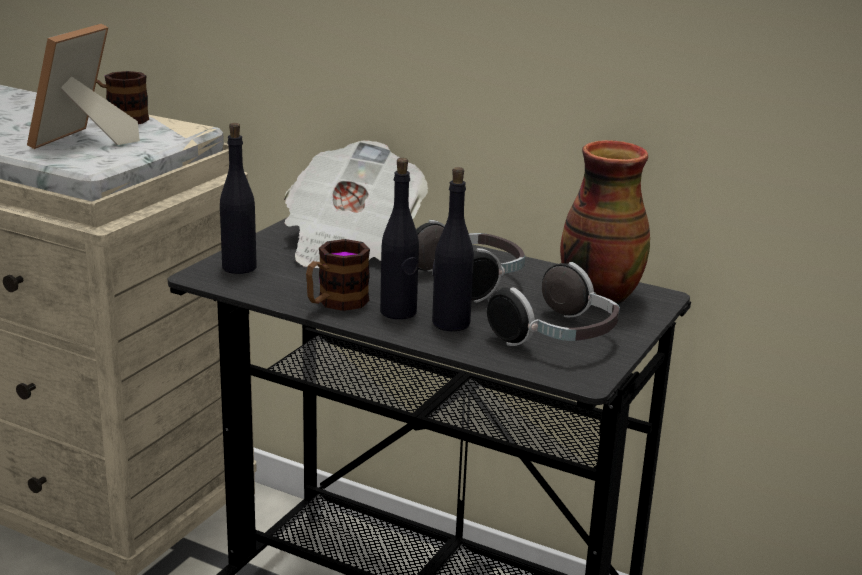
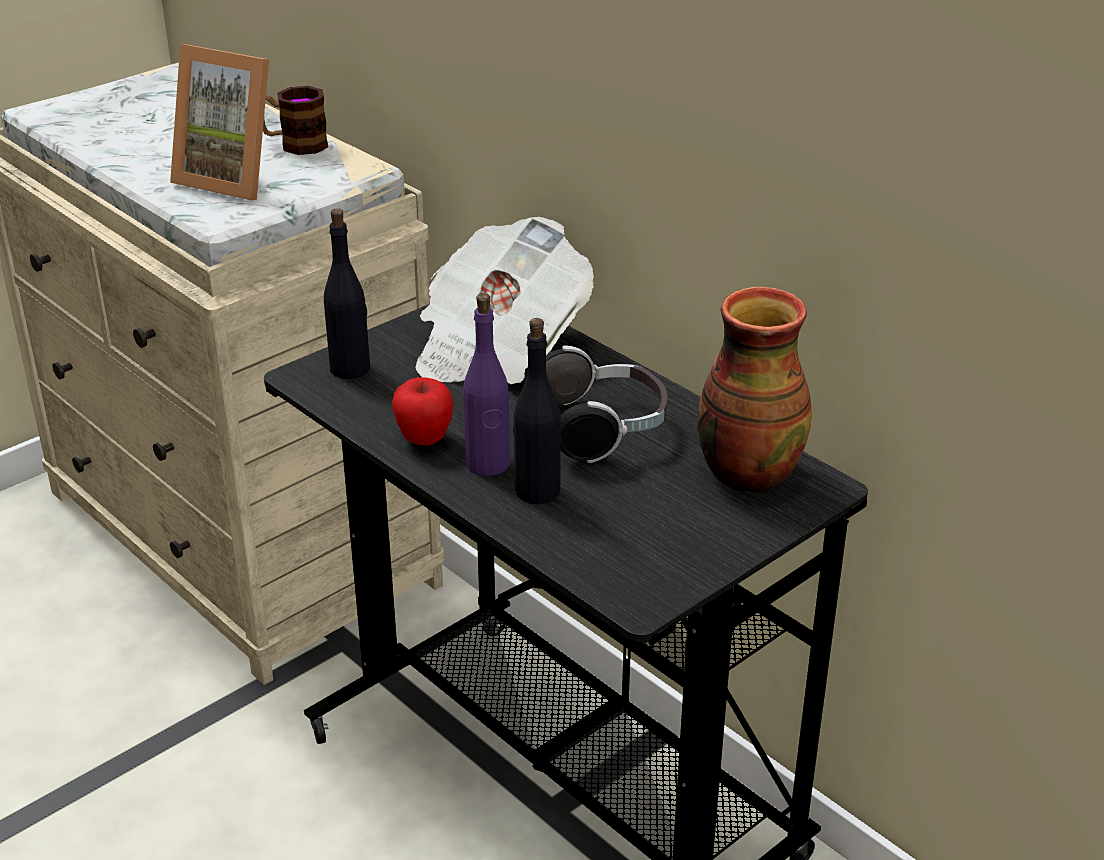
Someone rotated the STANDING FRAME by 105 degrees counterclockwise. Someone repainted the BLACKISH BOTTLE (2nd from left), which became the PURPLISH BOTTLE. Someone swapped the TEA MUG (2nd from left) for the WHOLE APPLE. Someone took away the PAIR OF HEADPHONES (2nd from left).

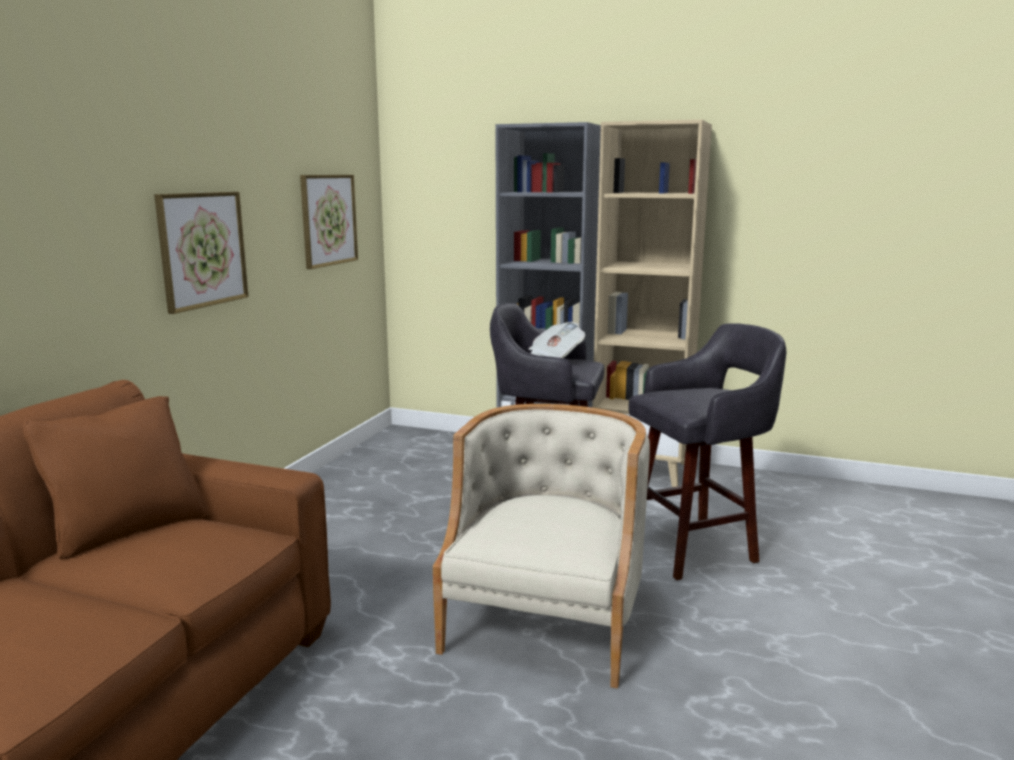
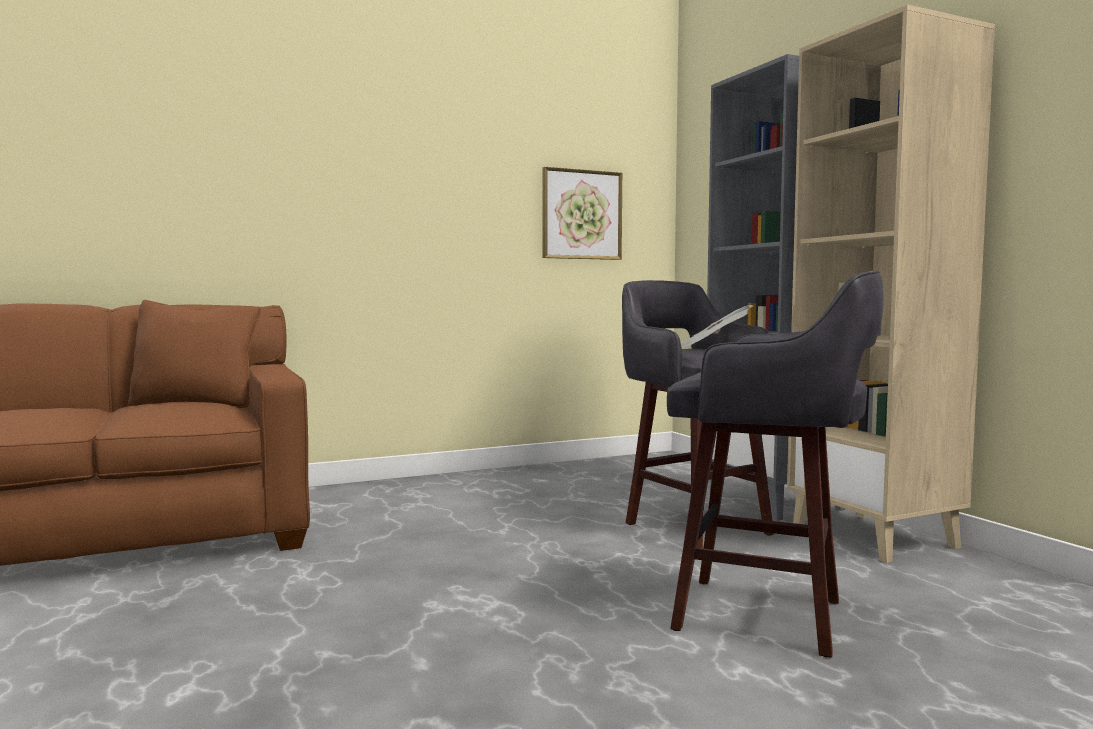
Someone took away the PICTURE (1st from left). Someone took away the SAND-COLOURED EASY CHAIR.

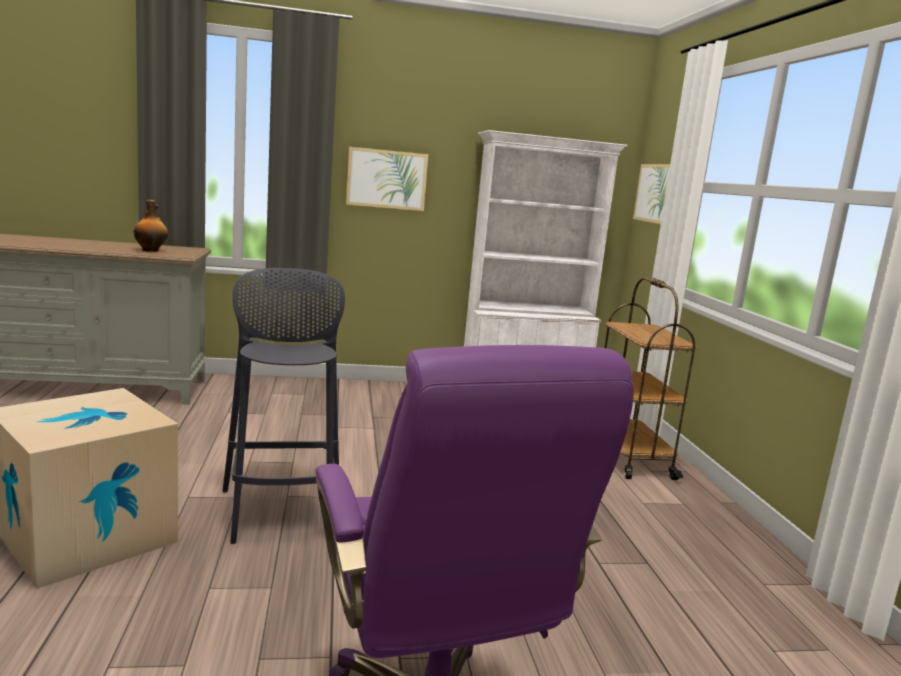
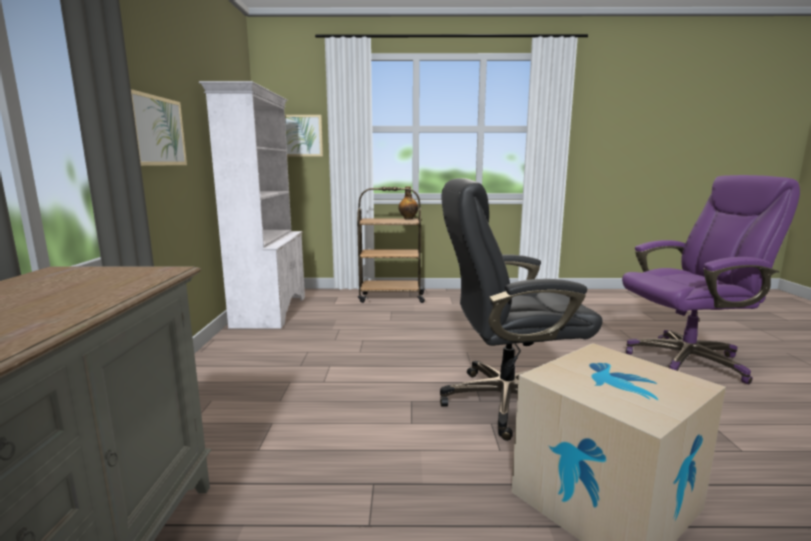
Someone carried the BOTTLE. Someone swapped the GREYISH STOOL for the BLACKISH DESK CHAIR.

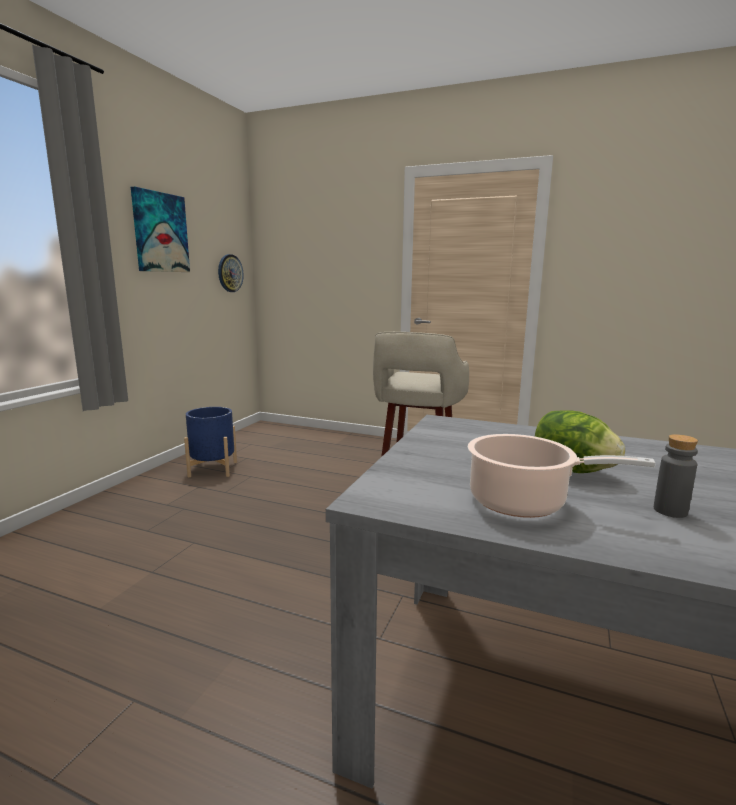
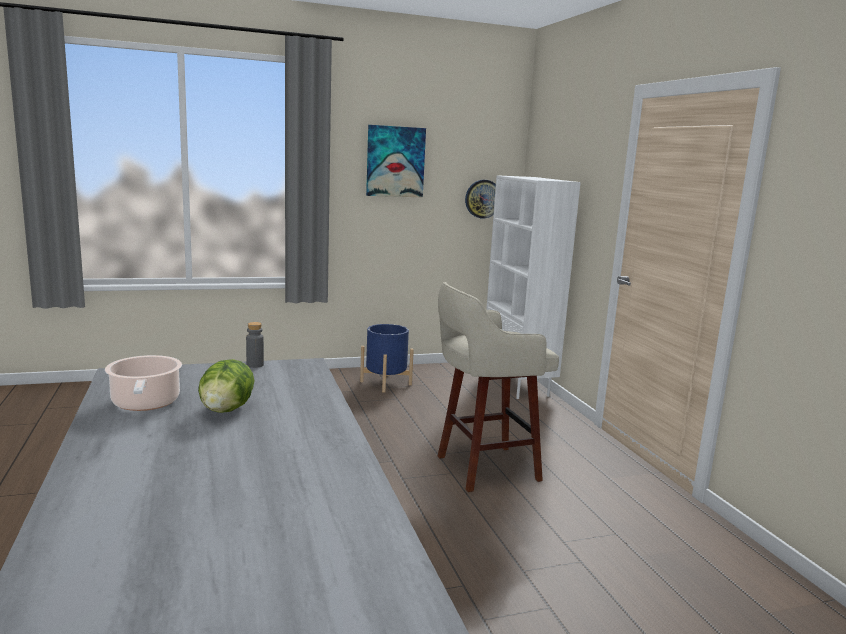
Someone carried the GREYISH BOTTLE. Someone put down the WHITE BOOKCASE.

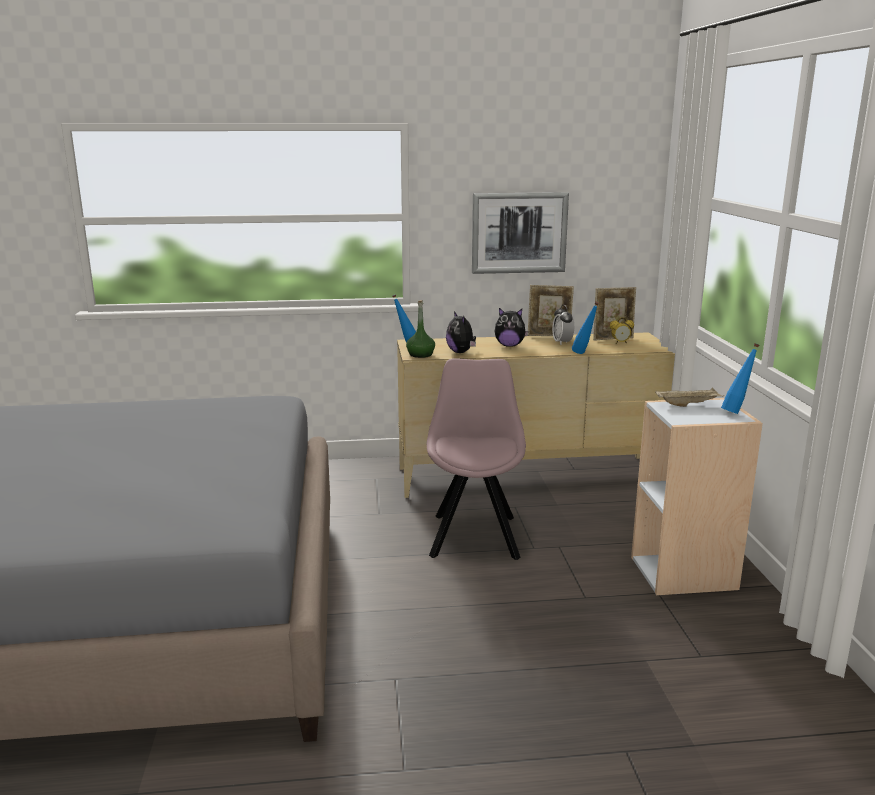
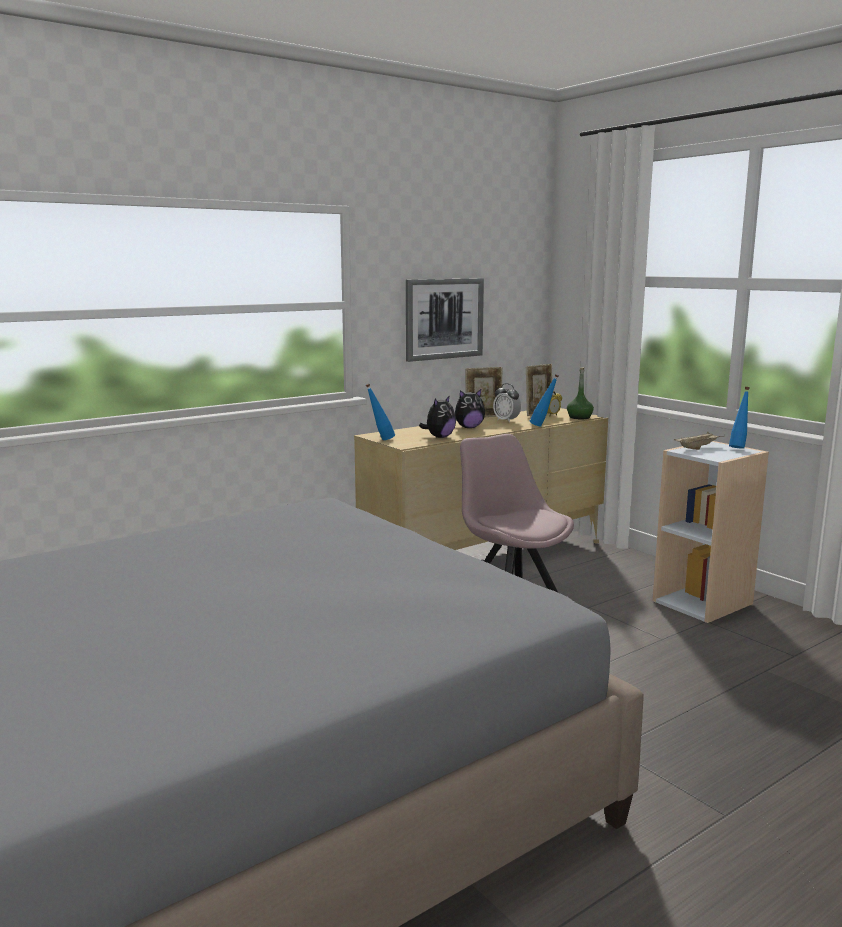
Someone carried the GREENISH BOTTLE. Someone rotated the SOFT TOY (1st from left) by 90 degrees counterclockwise.

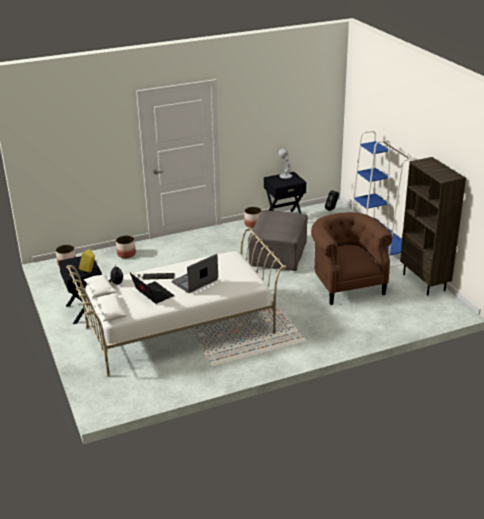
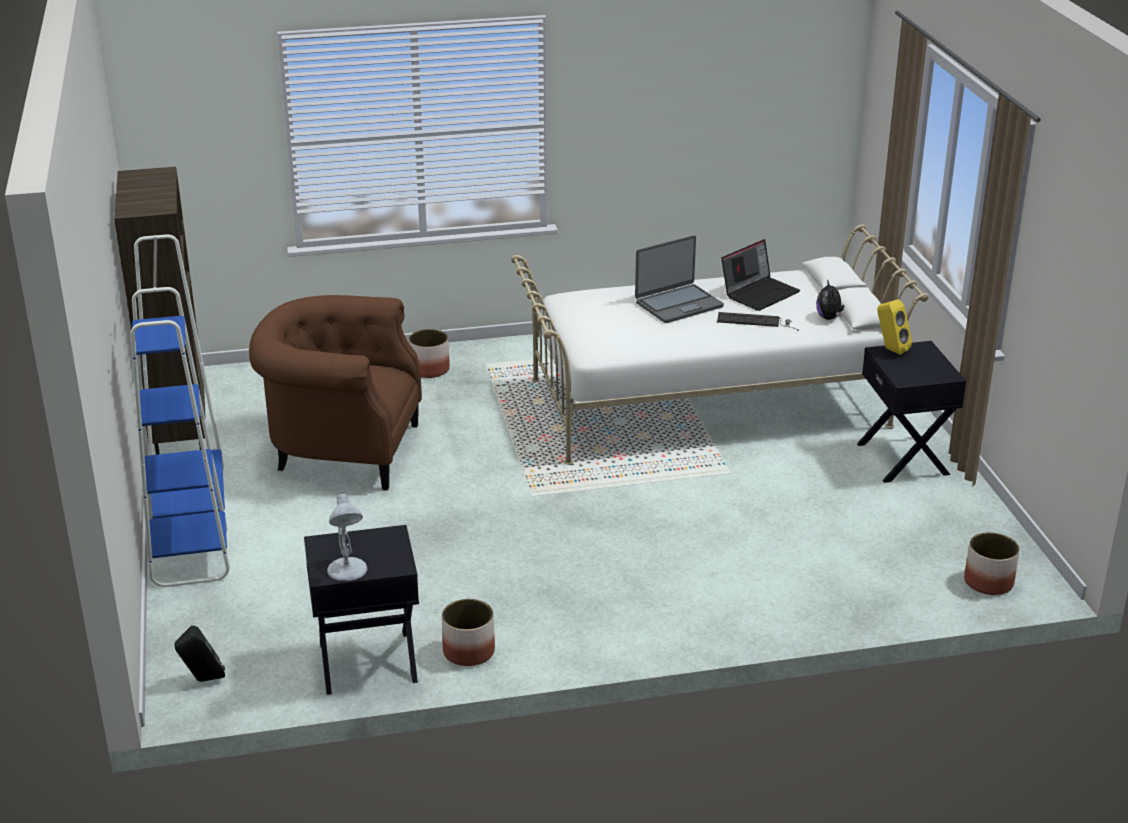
Someone took away the GREYISH FOOTREST. Someone rotated the BROWN EASY CHAIR by 105 degrees clockwise. Someone carried the PLANT POT (2nd from left in the first image). Someone rotated the LAPTOP (1st from left in the first image) by 105 degrees counterclockwise.

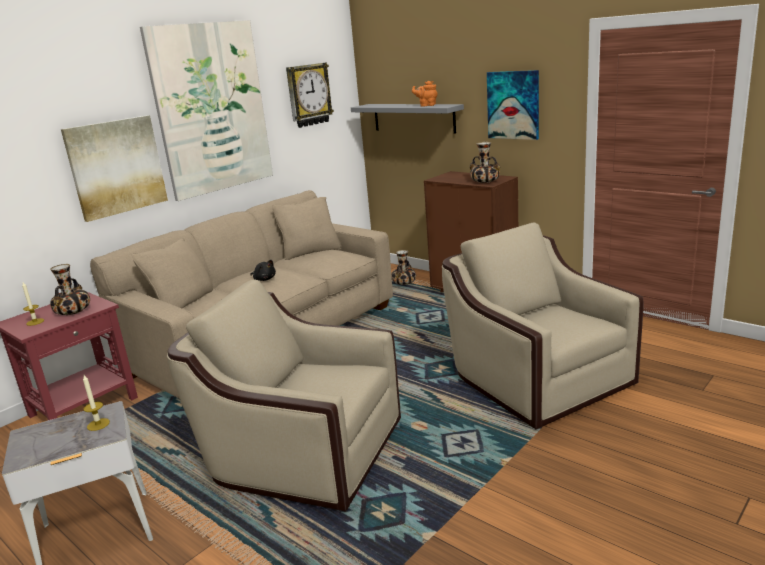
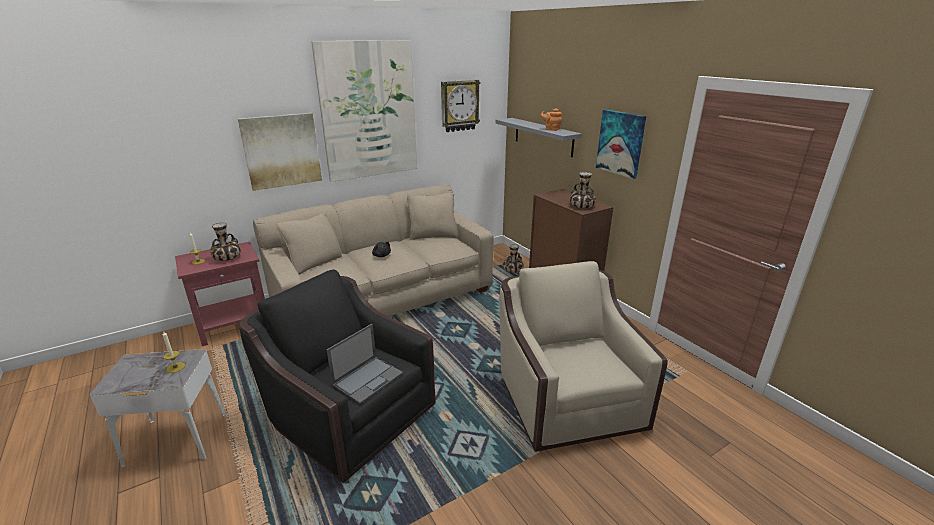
Someone repainted the SAND-COLOURED EASY CHAIR (1st from left), which became the BLACKISH EASY CHAIR. Someone put down the LAPTOP.

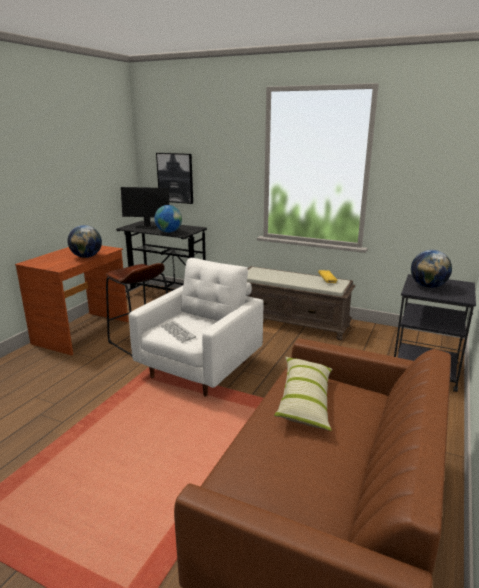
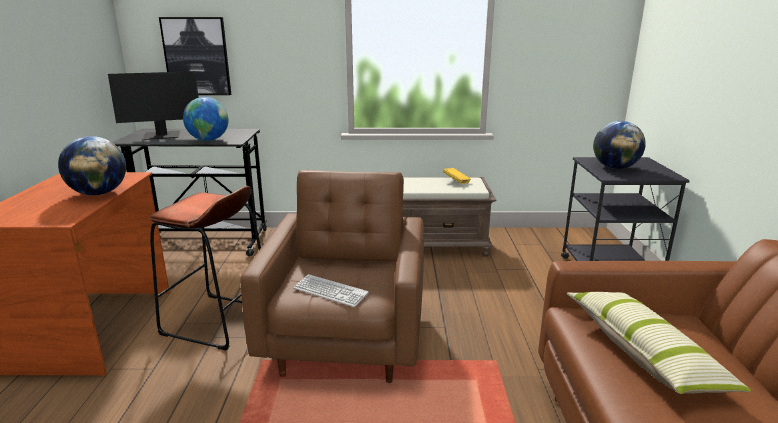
Someone repainted the WHITE EASY CHAIR, which became the BROWN EASY CHAIR.

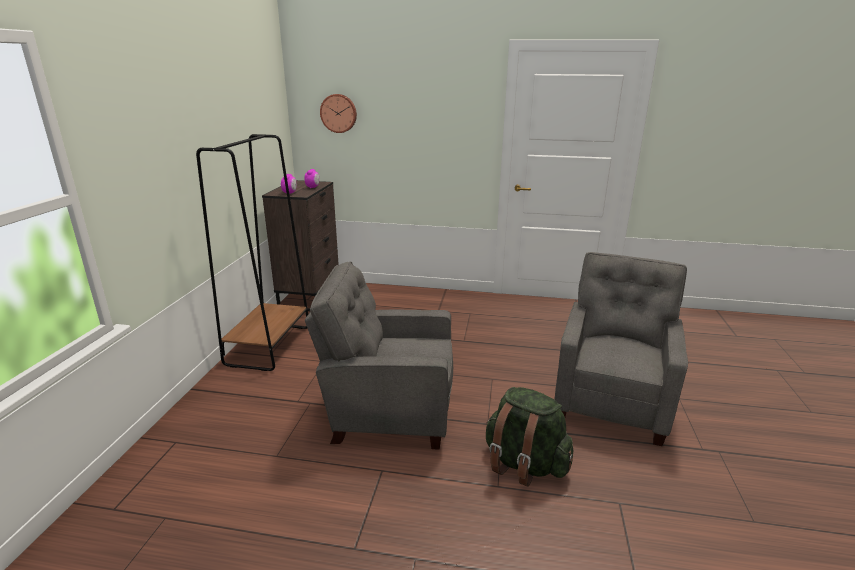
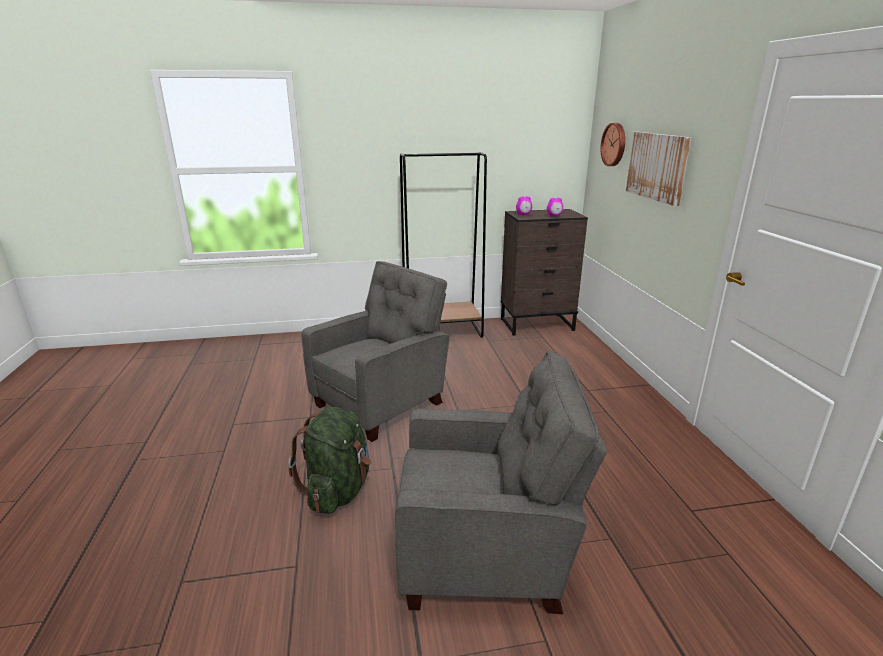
Someone rotated the GREYISH EASY CHAIR (1st from left) by 60 degrees clockwise. Someone put up the PICTURE.

